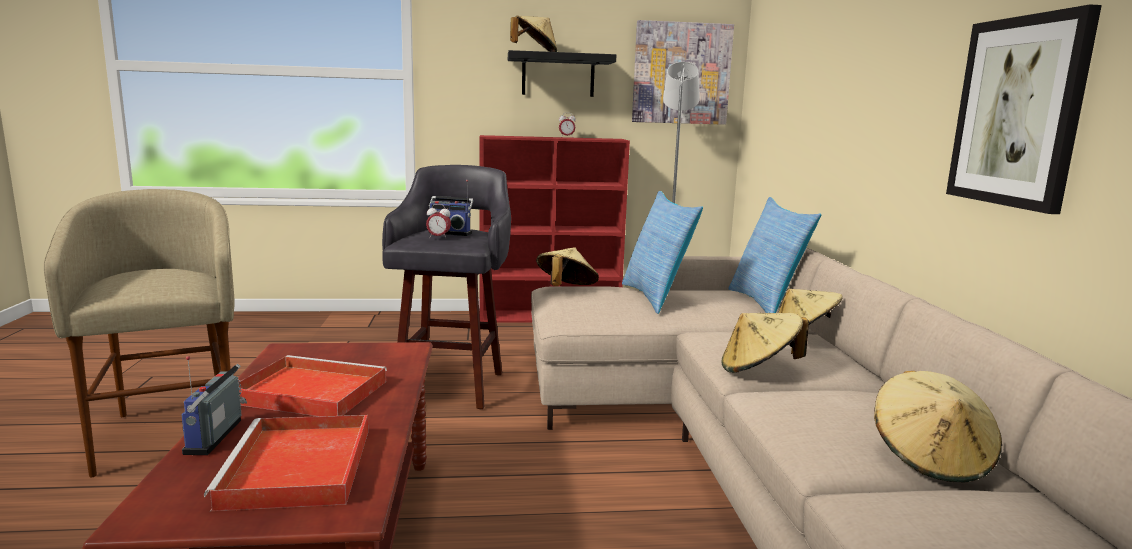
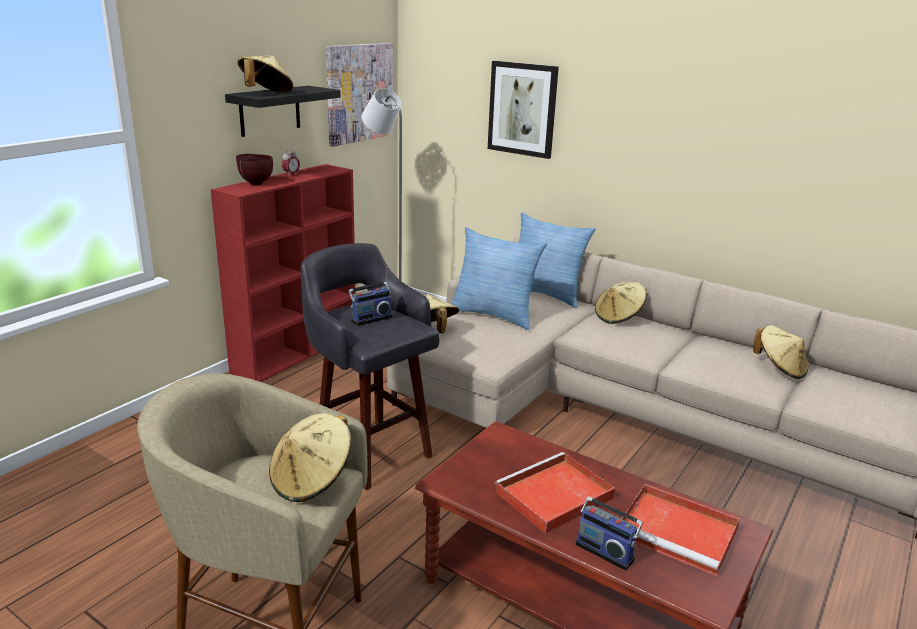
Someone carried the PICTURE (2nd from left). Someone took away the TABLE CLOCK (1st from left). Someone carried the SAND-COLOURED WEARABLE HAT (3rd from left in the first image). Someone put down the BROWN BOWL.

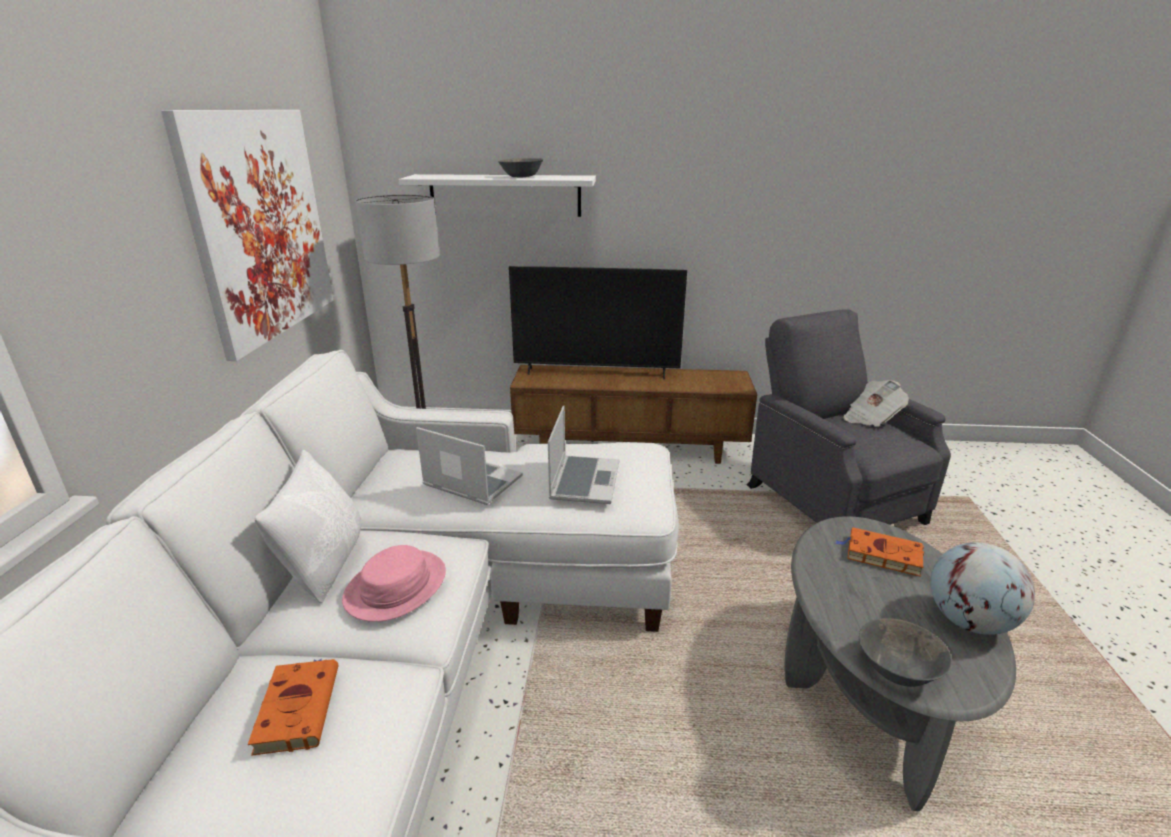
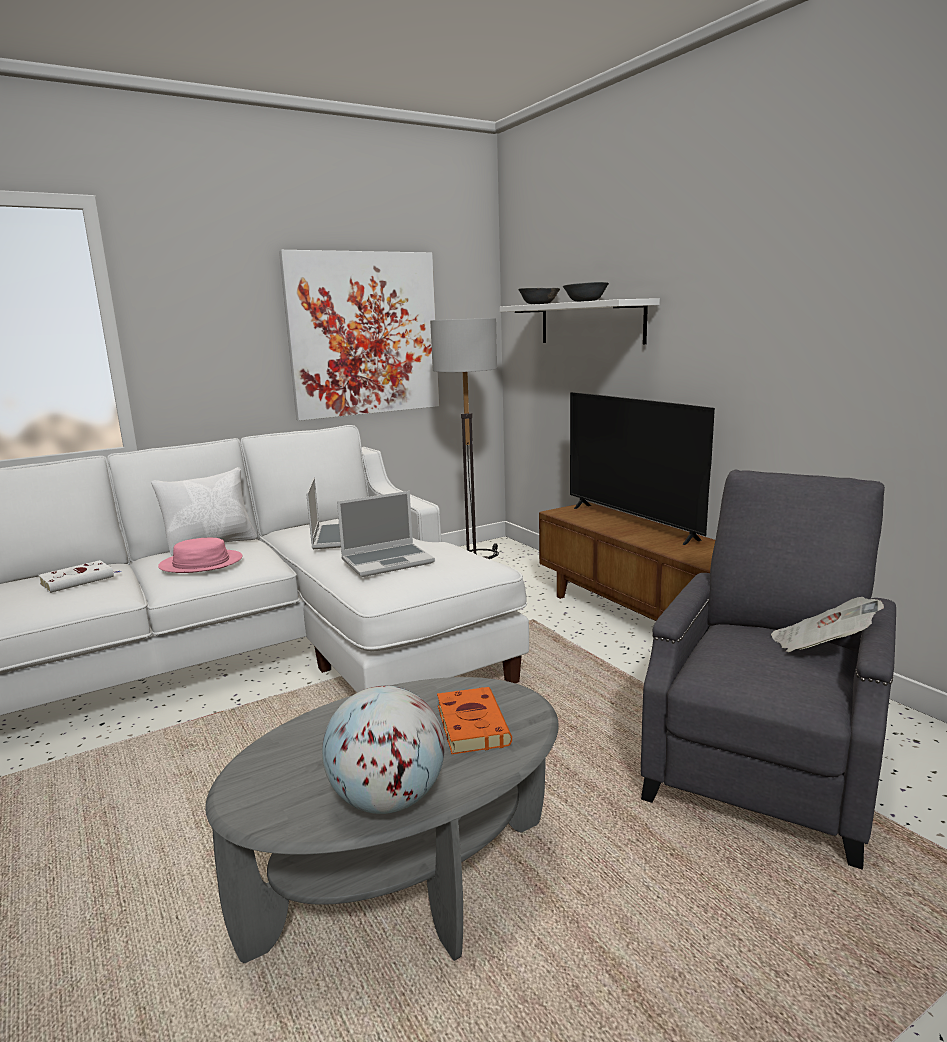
Someone carried the GREYISH BOWL (2nd from left in the first image). Someone repainted the ORANGE BOOK (1st from left), which became the WHITE BOOK.

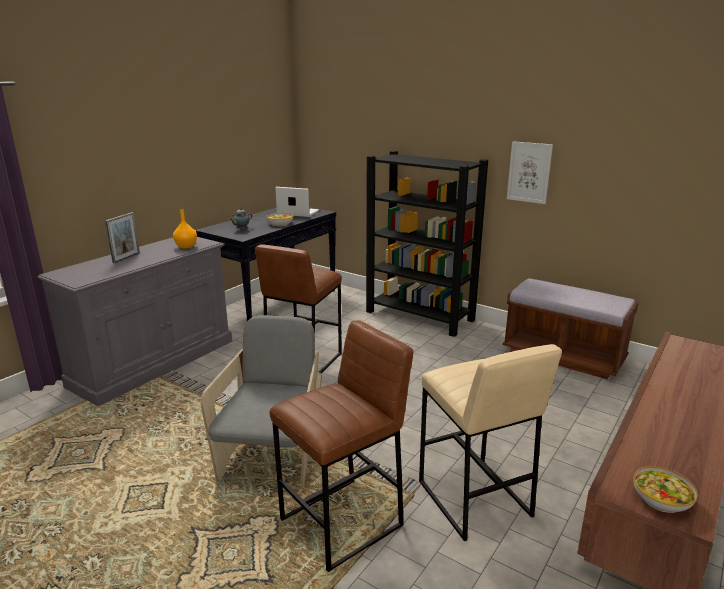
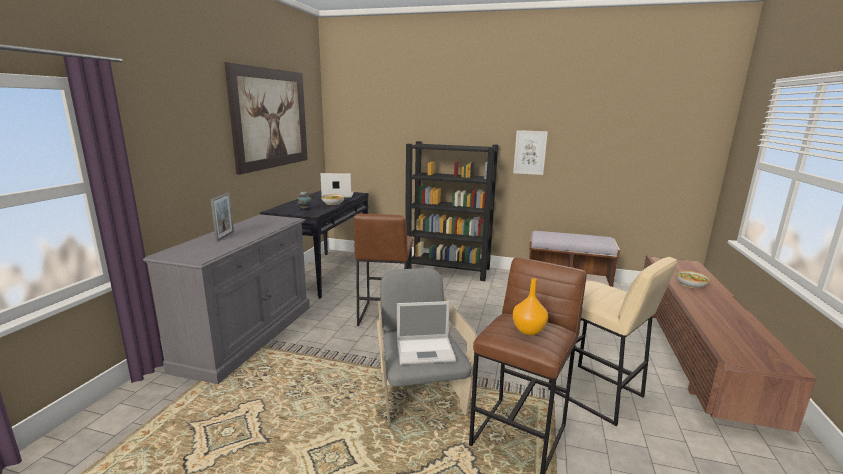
Someone carried the ORANGE DECORATIVE VASE. Someone carried the BOWL (2nd from left). Someone put up the PICTURE (1st from left). Someone put down the LAPTOP (2nd from left).

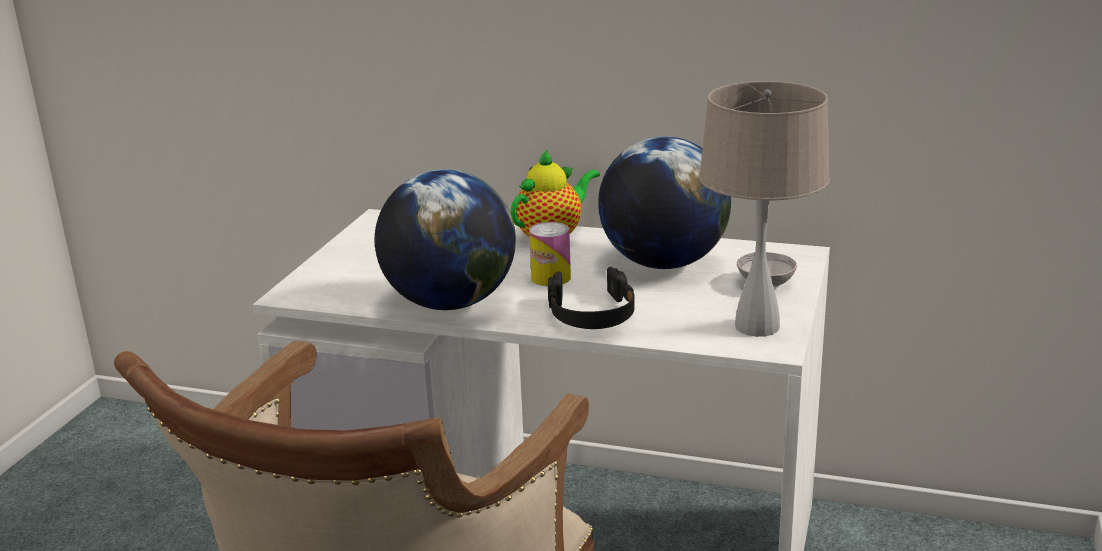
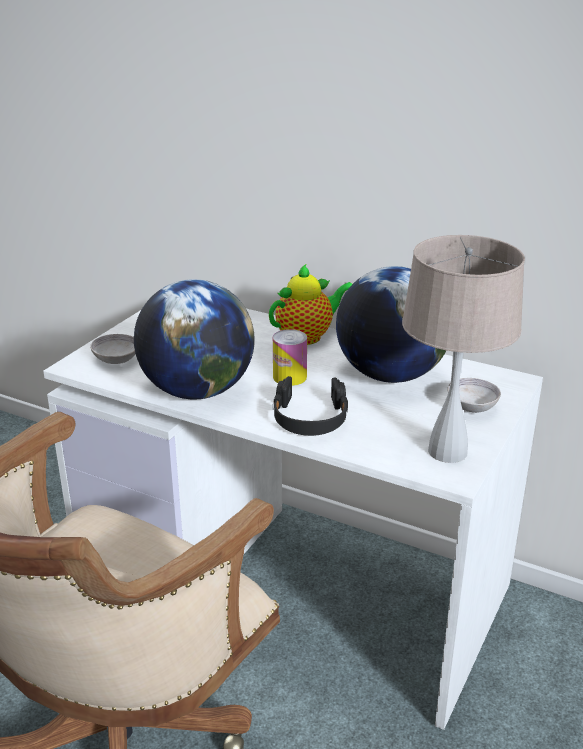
Someone put down the GREYISH BOWL (1st from left).

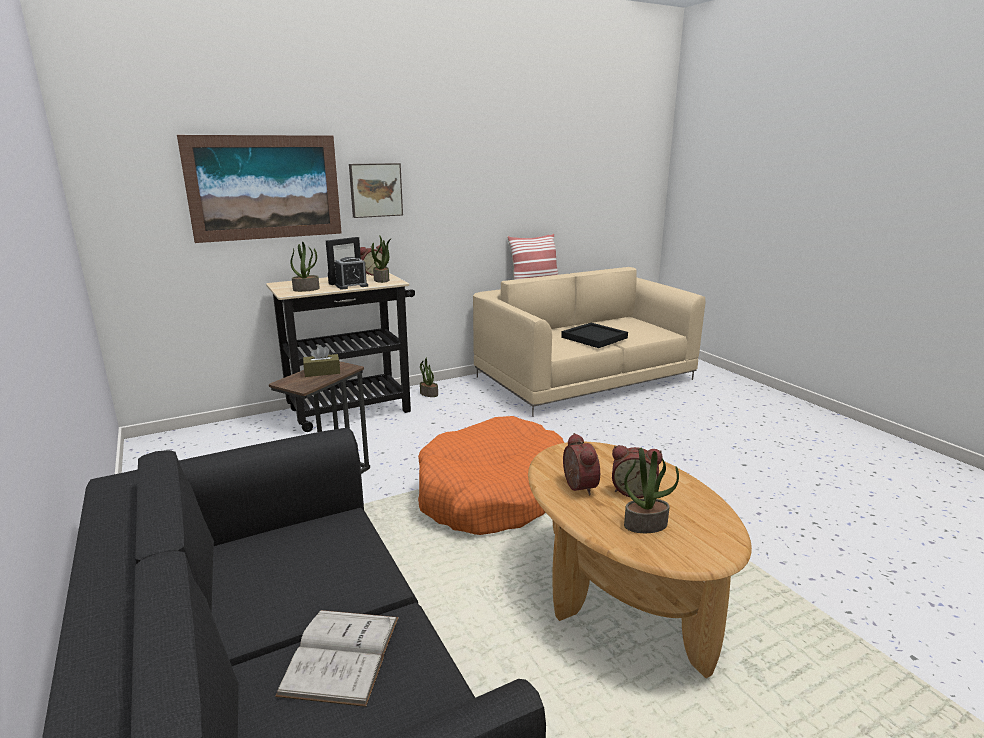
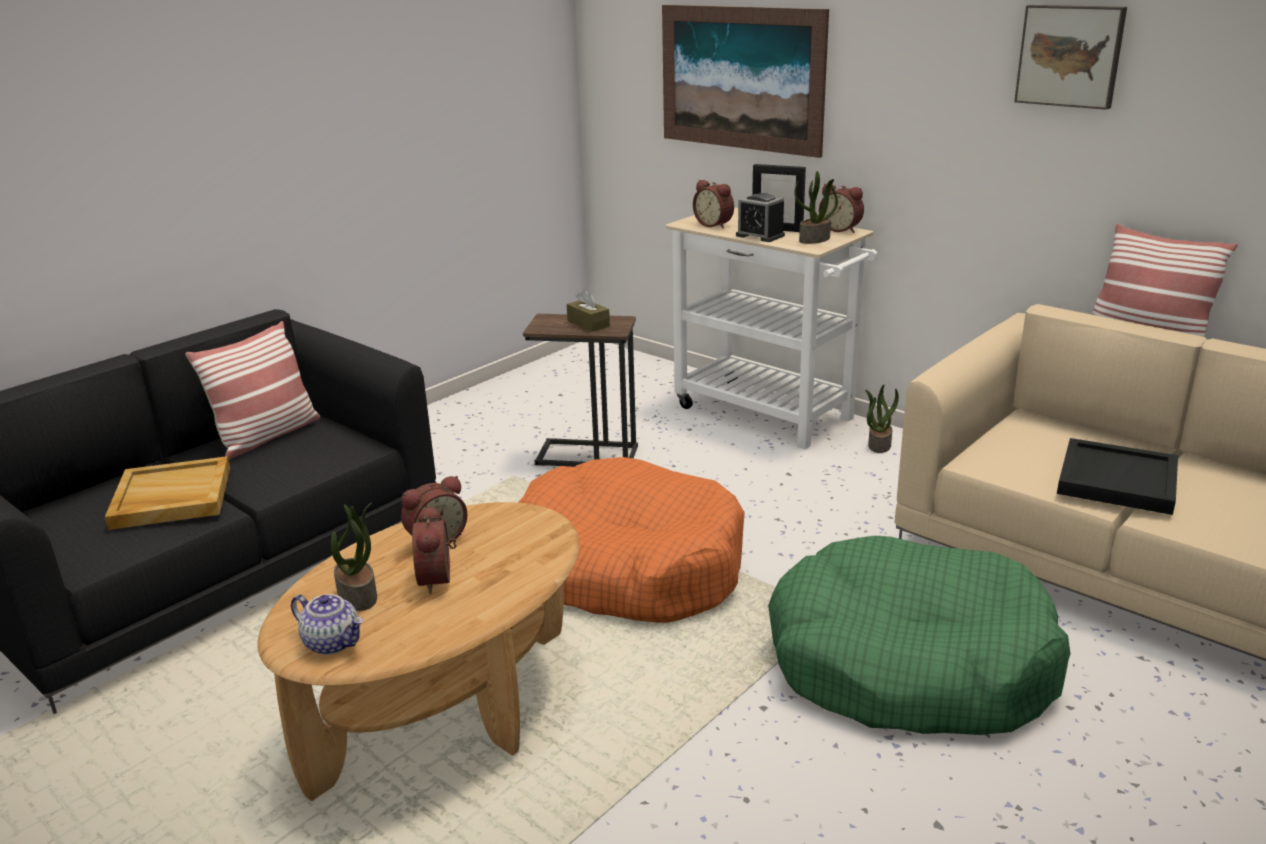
Someone carried the PICTURE (2nd from left). Someone swapped the POTTED PLANT (1st from left) for the TABLE CLOCK (3rd from left). Someone repainted the BLACKISH CART, which became the WHITE CART. Someone swapped the WHITE BOOK for the SAND-COLOURED CARRYING TRAY. Someone put down the THROW PILLOW (1st from left). Someone put down the GREENISH DOG CUSHION. Someone put down the POT FOR TEA.

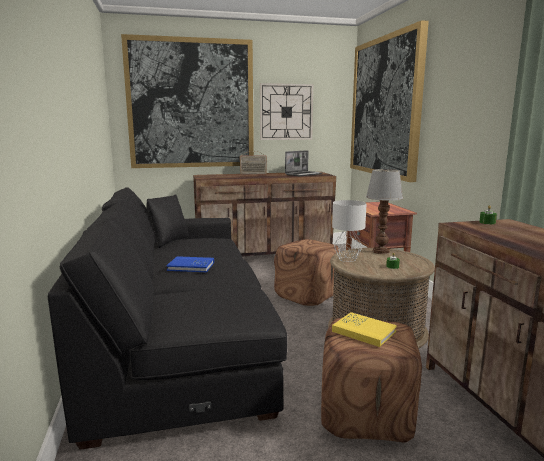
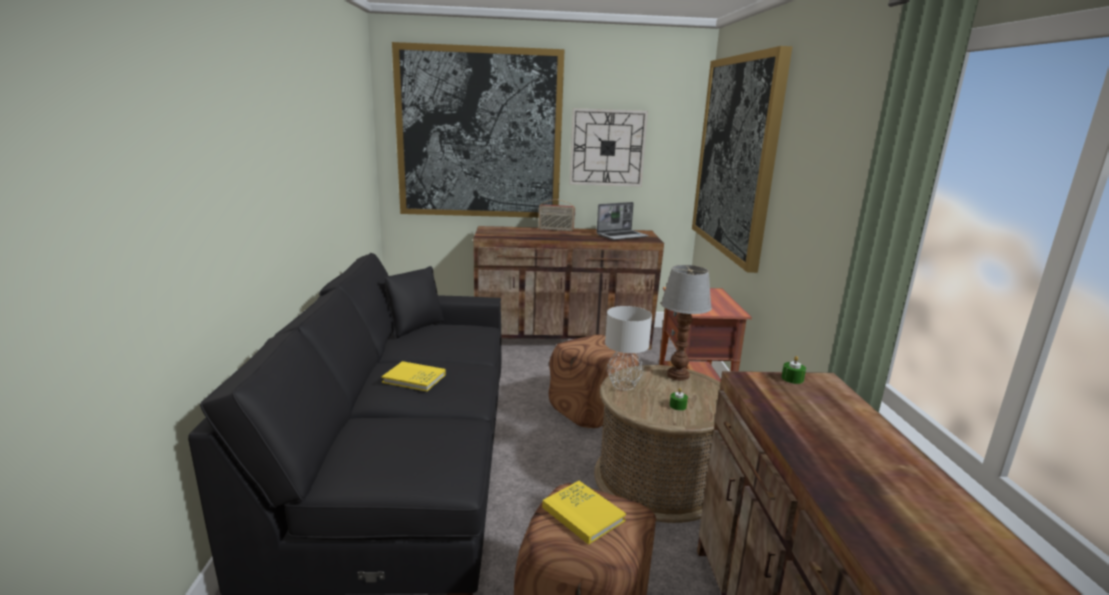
Someone repainted the BLUE-COLOURED BOOK, which became the YELLOW BOOK (1st from left).

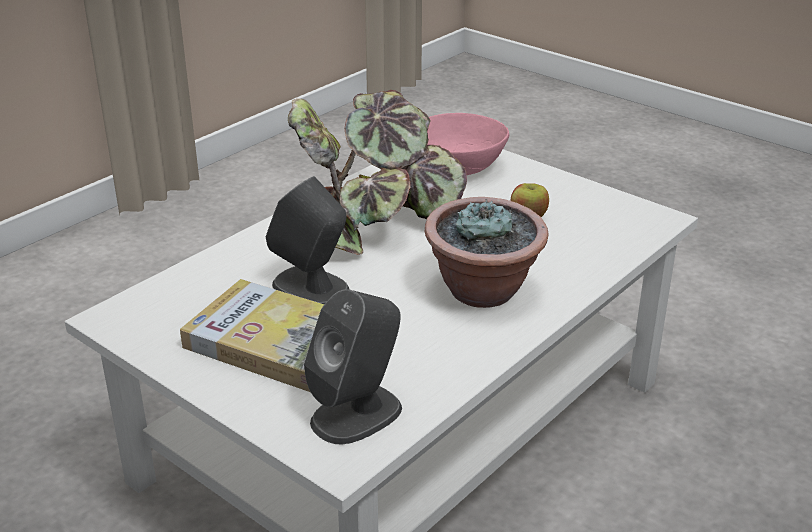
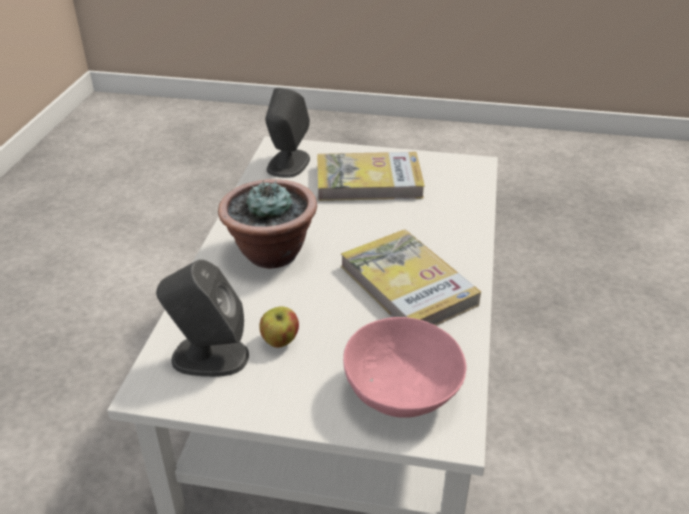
Someone swapped the POTTED PLANT (1st from left) for the BOOK (2nd from left). Someone carried the GREYISH SPEAKER (1st from left).

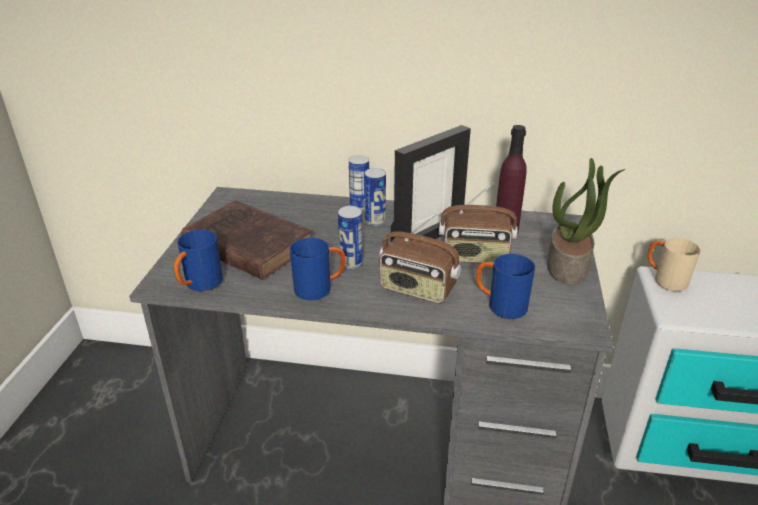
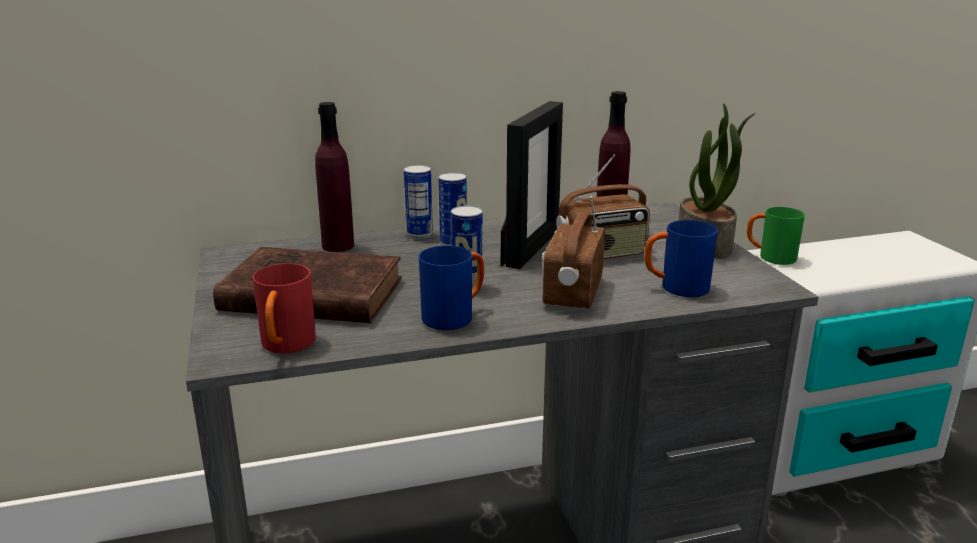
Someone rotated the RADIO (1st from left) by 105 degrees clockwise. Someone repainted the BLUE-COLOURED TEA MUG (1st from left), which became the RED TEA MUG. Someone repainted the SAND-COLOURED TEA MUG, which became the GREENISH TEA MUG. Someone put down the PURPLISH BOTTLE (1st from left).

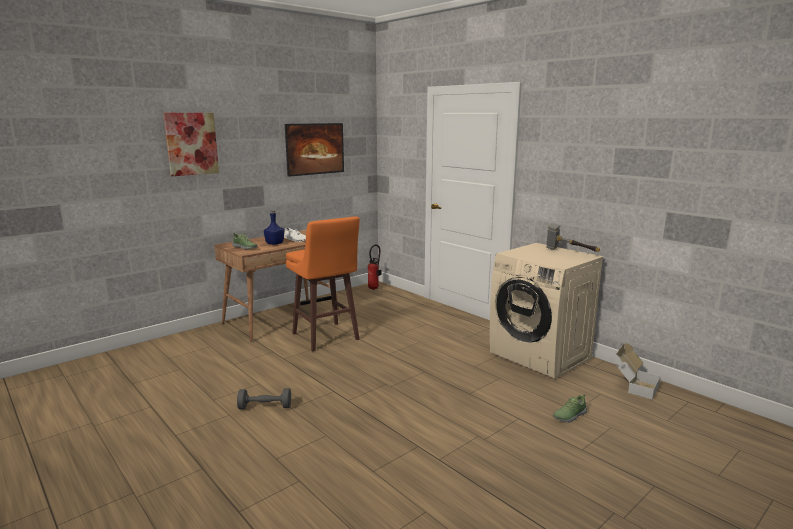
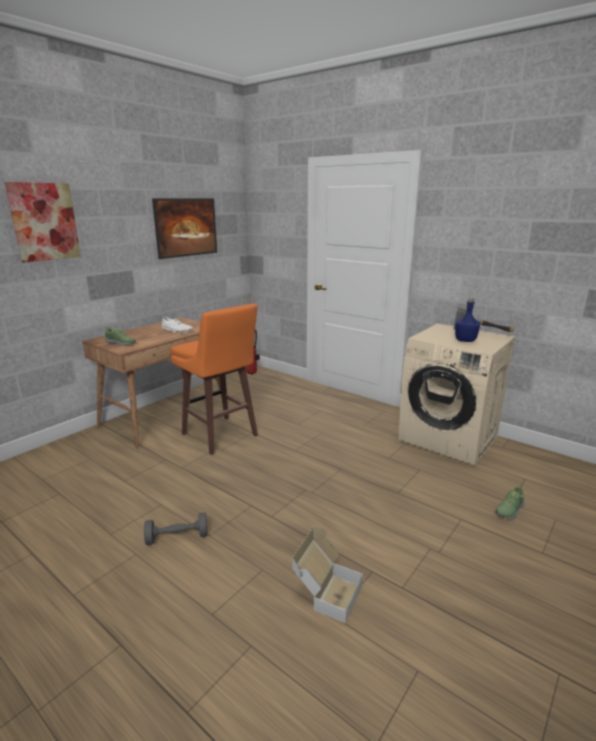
Someone carried the BLUE-COLOURED BOTTLE. Someone carried the PACKING BOX.

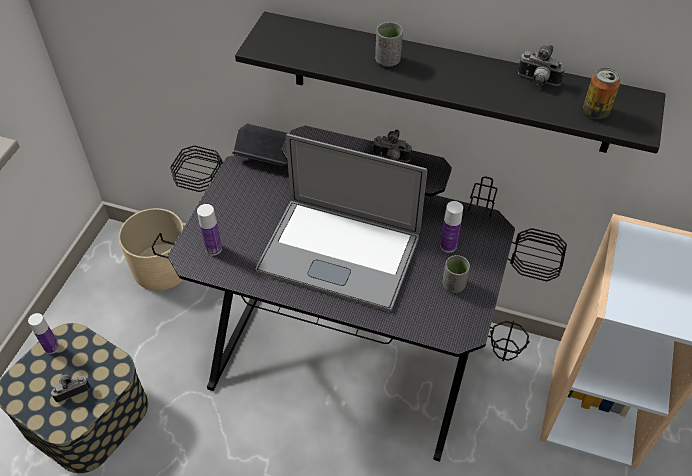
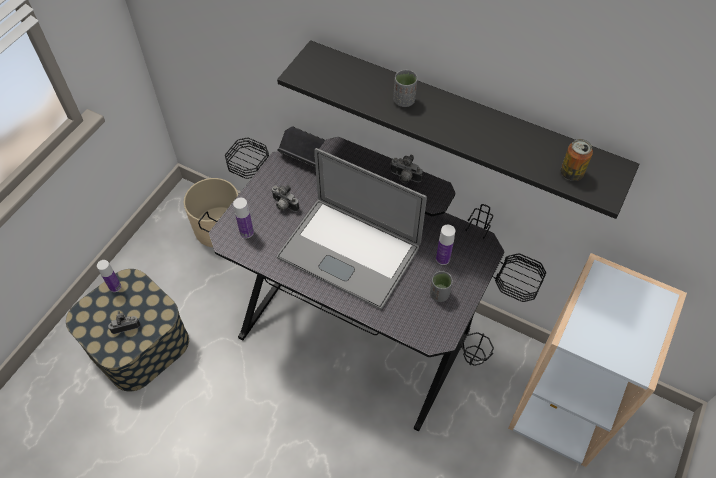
Someone carried the PHOTO CAMERA (3rd from left in the first image).

